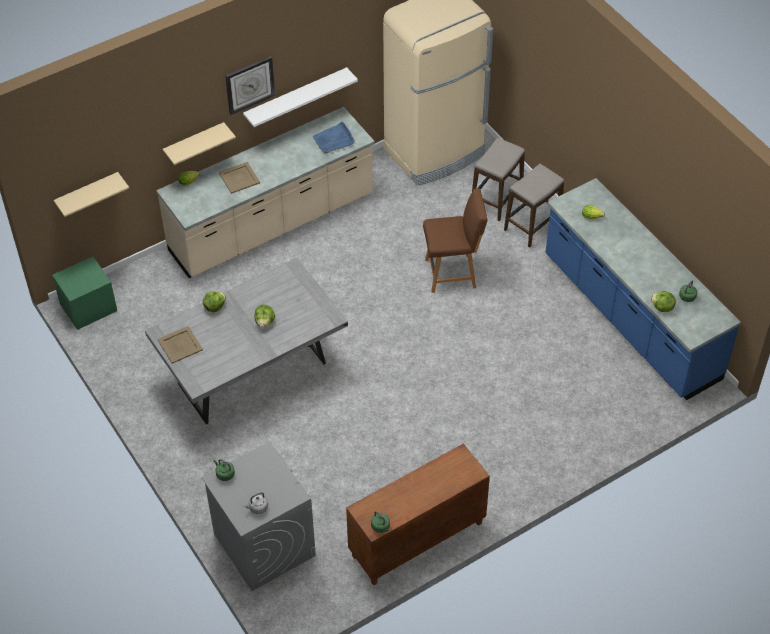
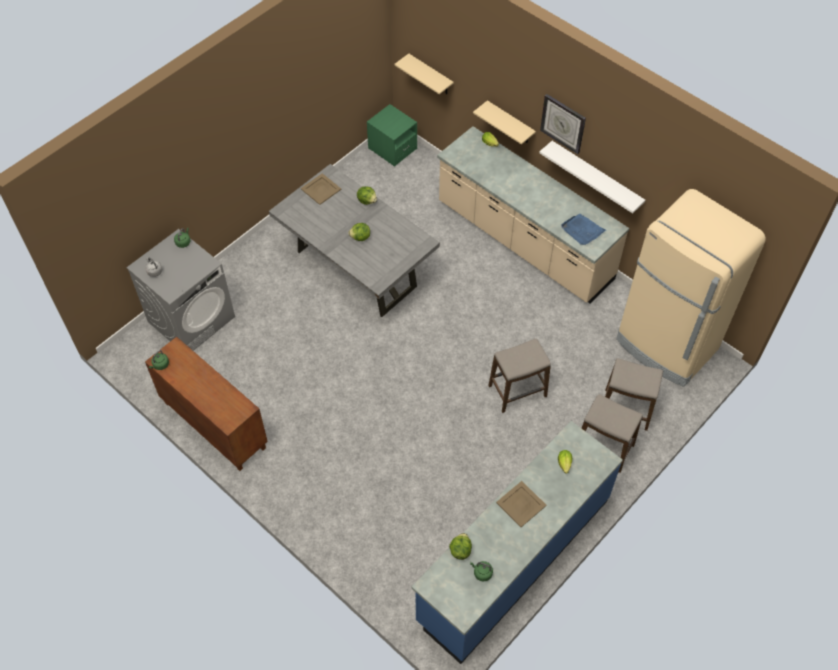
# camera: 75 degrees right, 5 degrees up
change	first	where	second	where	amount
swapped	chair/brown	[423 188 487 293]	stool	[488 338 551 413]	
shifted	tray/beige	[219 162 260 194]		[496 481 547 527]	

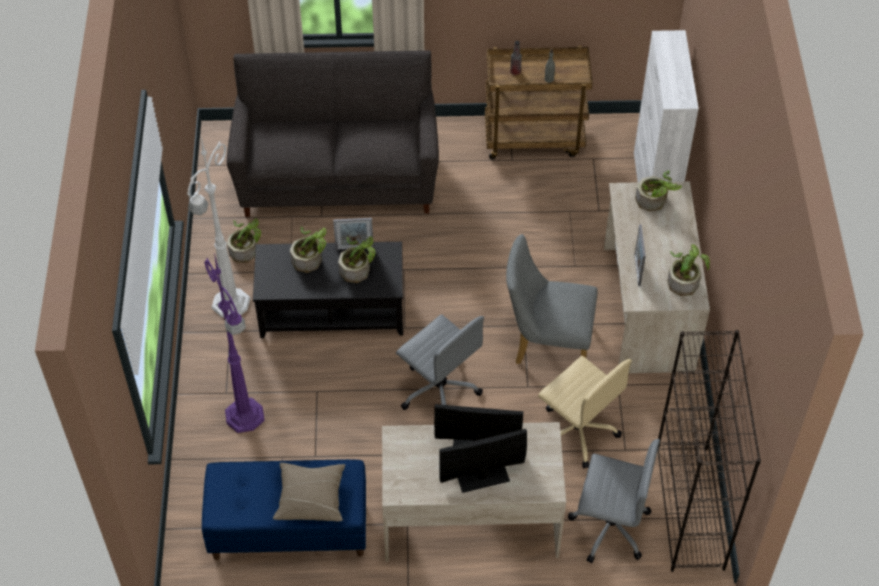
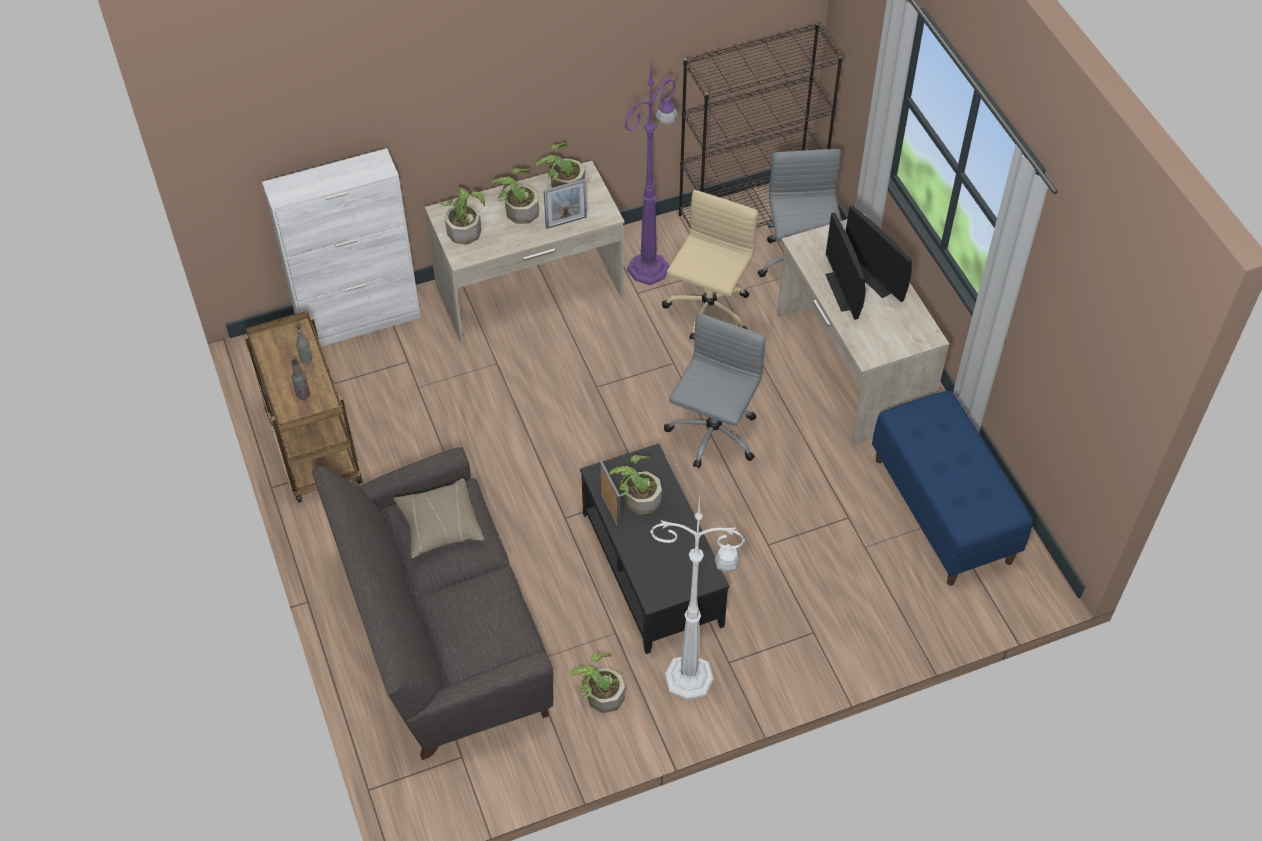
# camera: 110 degrees left, 0 degrees up
change	first	where	second	where	amount
shifted	pillow/beige	[273 463 345 521]		[394 478 484 558]	
shifted	potted plant	[290 226 327 273]		[492 168 539 224]	
shifted	floor lamp/purple	[204 253 265 433]		[624 65 678 285]	
gone	chair/grey	[506 234 598 364]			

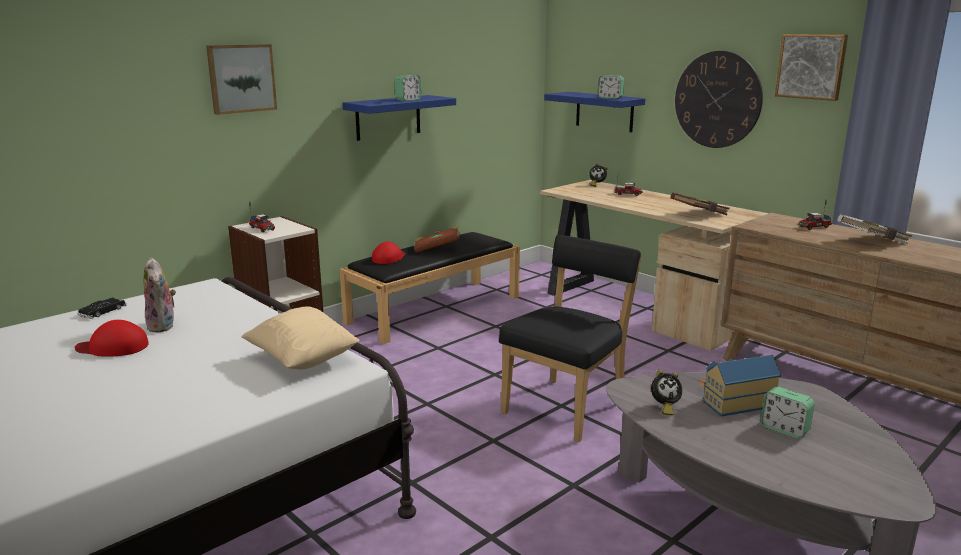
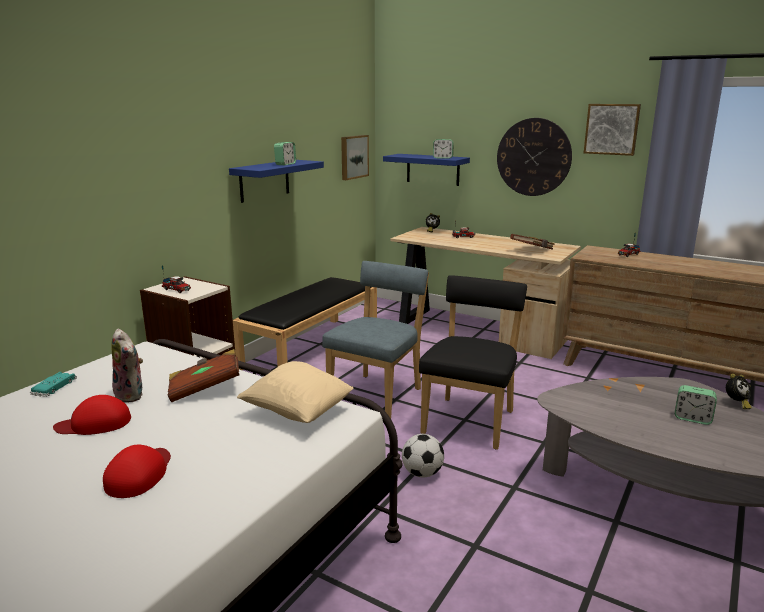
# camera: 15 degrees left, 0 degrees up
change	first	where	second	where	amount
repainted	toy car/black	[77 297 127 319]	toy car/turquoise	[30 372 77 397]	
shifted	cap/red	[372 242 405 264]		[103 445 171 498]	
shifted	book/brown	[414 226 460 253]		[168 349 239 403]	
new			chair/blue	[322 261 429 419]	
shifted	picture	[206 44 277 115]		[341 135 369 180]	
new			football	[402 434 444 477]	
shifted	alarm clock	[651 370 682 415]		[726 374 752 409]	
gone	toy house	[703 355 781 417]			
gone	book/white	[838 214 912 244]			

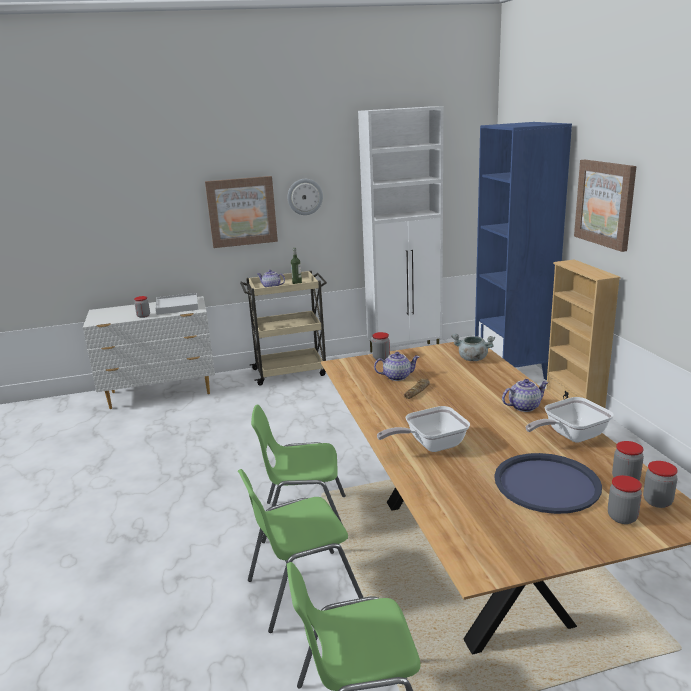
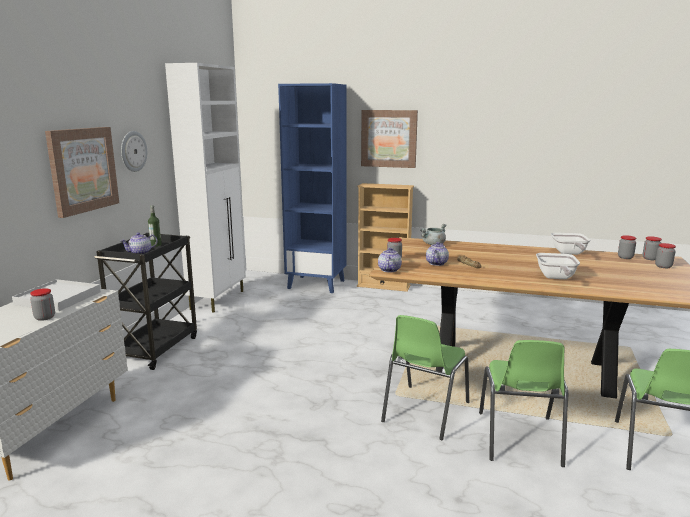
# camera: 60 degrees left, 5 degrees down
change	first	where	second	where	amount
repainted	cart/beige	[240 271 327 386]	cart/black	[94 233 197 370]	
shifted	teapot	[502 379 549 412]		[378 248 402 273]	
gone	tray/blue	[494 453 602 514]			

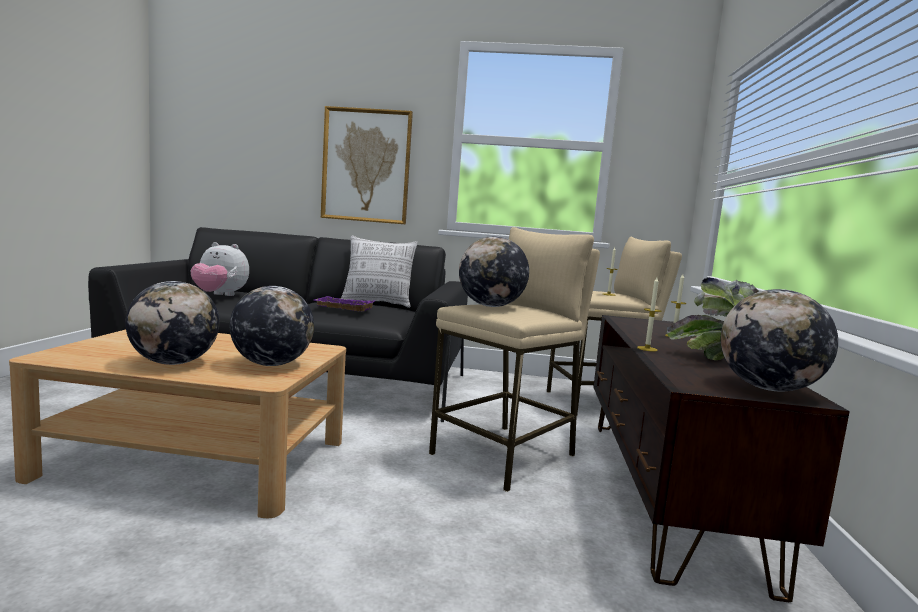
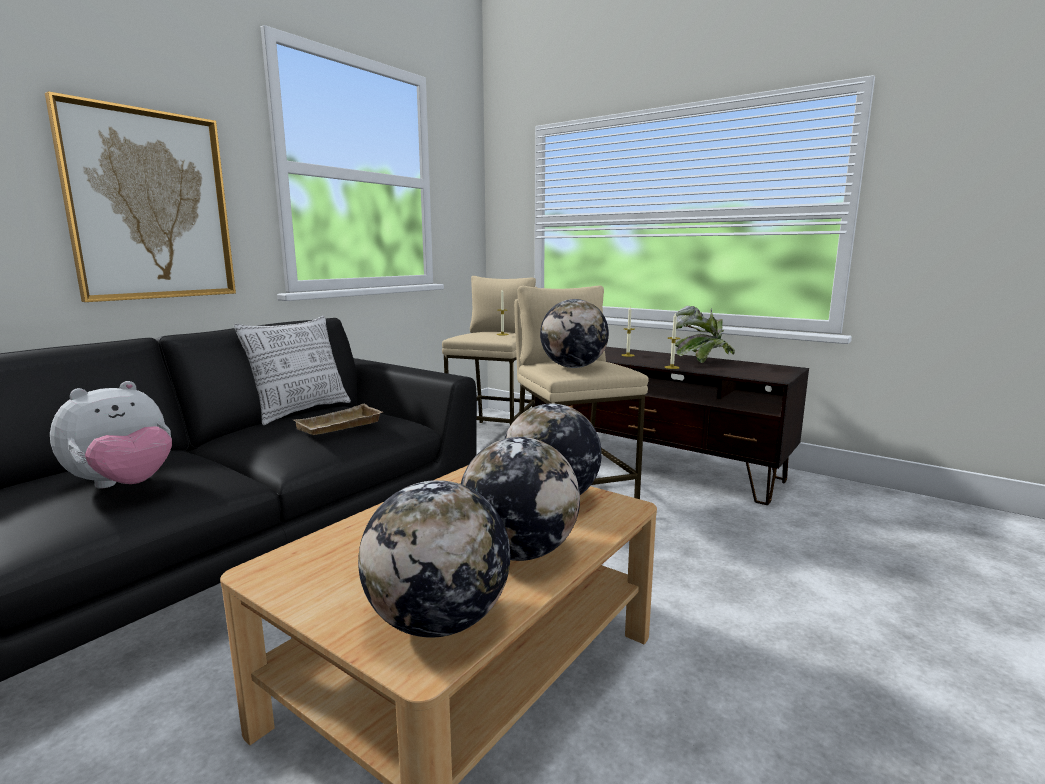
# camera: 60 degrees left, 5 degrees up
change	first	where	second	where	amount
repainted	tray/purple	[314 296 375 311]	tray/beige	[294 404 383 435]	
shifted	globe	[721 289 838 392]		[358 480 510 637]	

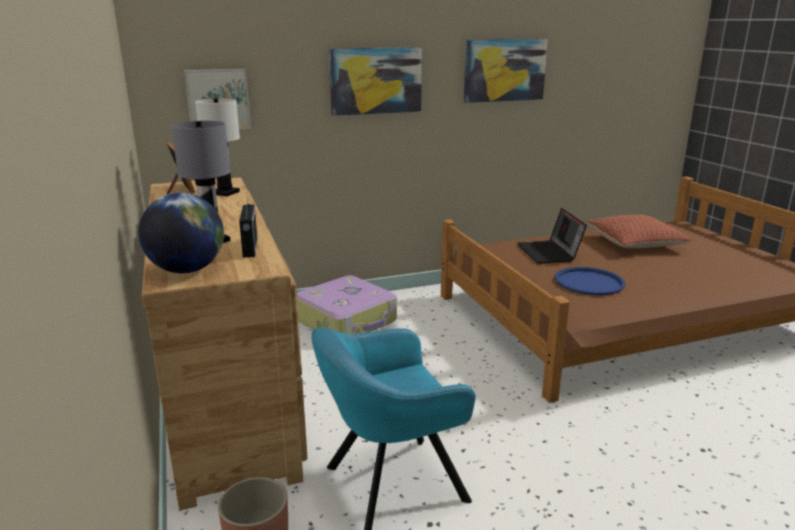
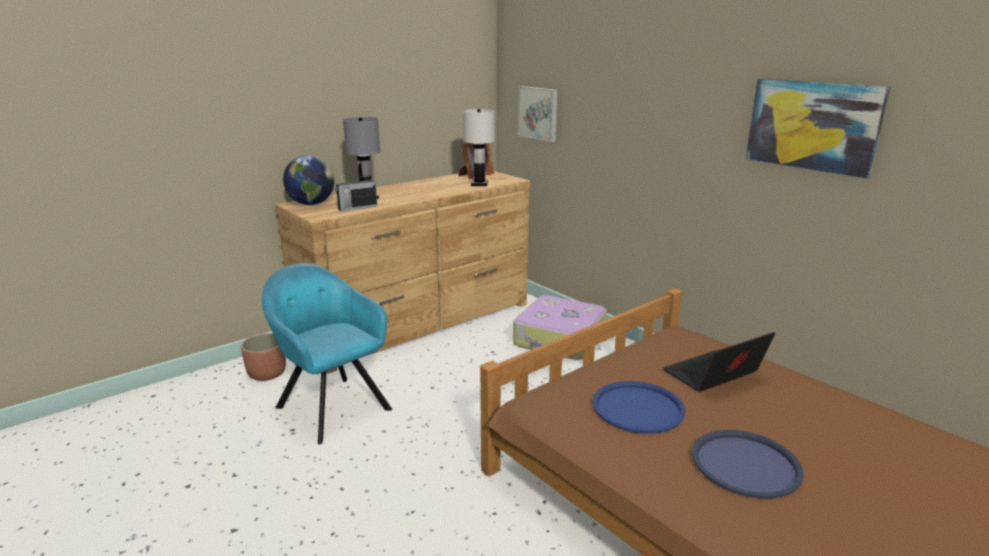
# camera: 70 degrees right, 0 degrees up
change	first	where	second	where	amount
new			tray/blue	[692 430 804 499]	
gone	picture	[329 47 422 116]			
gone	pillow	[587 215 692 248]			

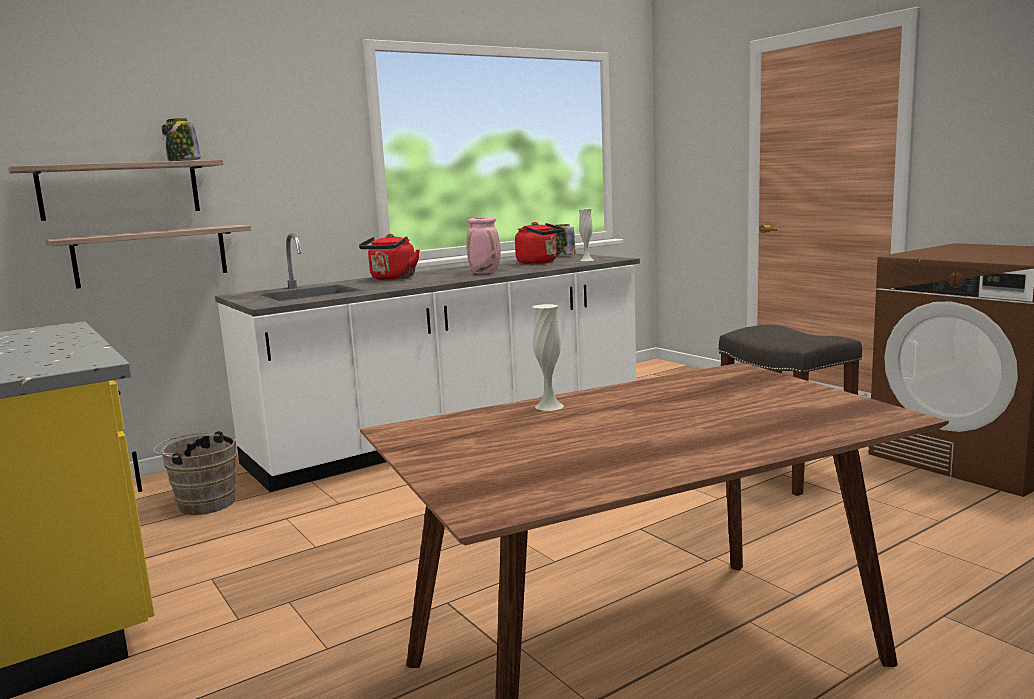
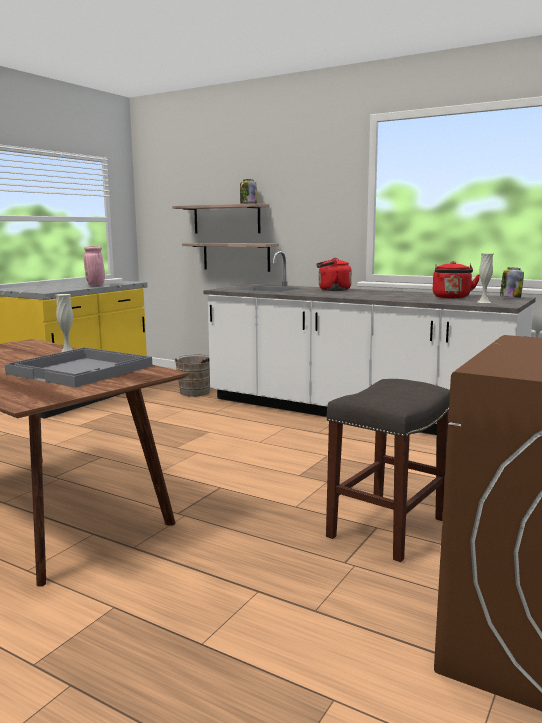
# camera: 65 degrees right, 0 degrees up
change	first	where	second	where	amount
new			tray/grey	[5 347 152 387]	
shifted	vase/pink	[467 218 500 274]		[83 246 105 286]	

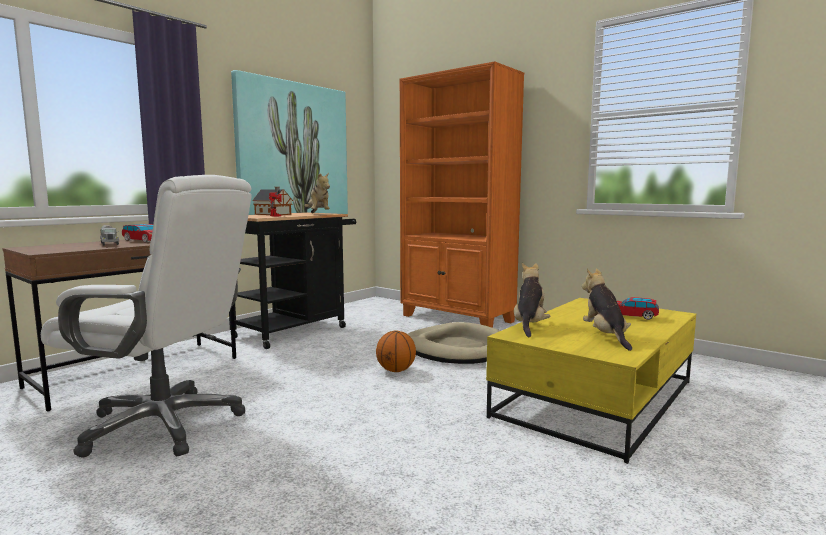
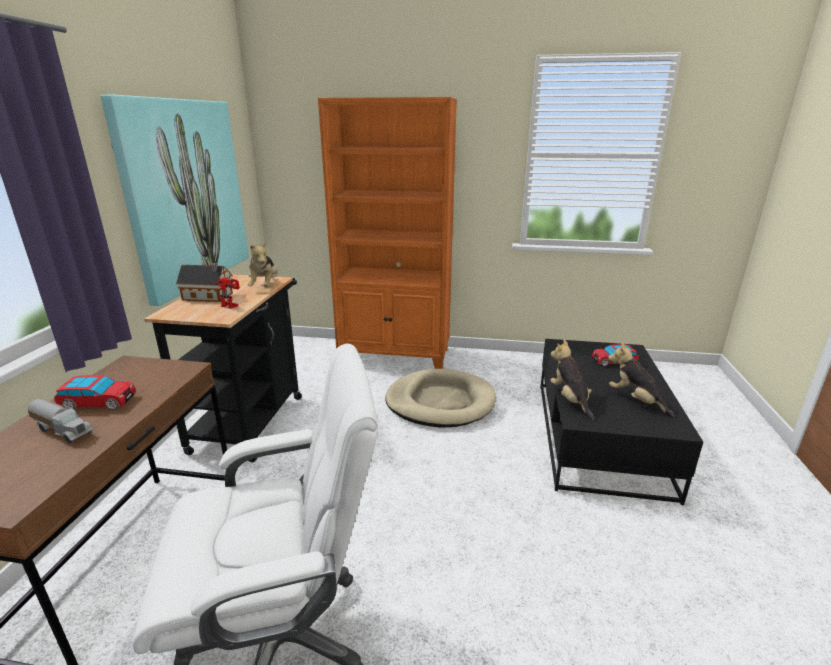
# camera: 30 degrees left, 15 degrees up
change	first	where	second	where	amount
rotated	plush toy	[304 173 330 213]		[248 241 278 287]	45 degrees clockwise
repainted	coffee table/yellow	[486 298 696 464]	coffee table/black	[540 339 703 505]	
gone	basketball	[376 331 416 372]			

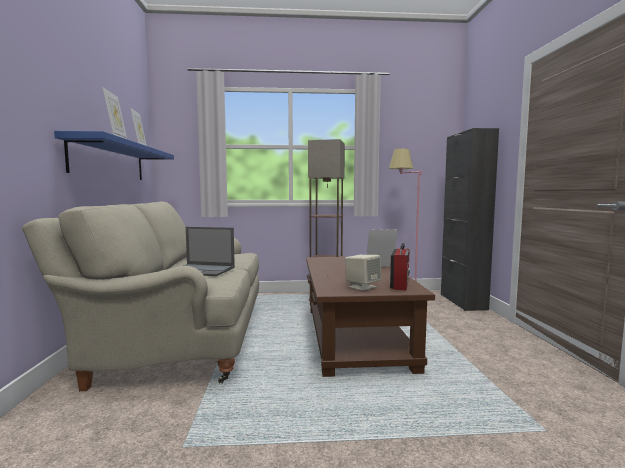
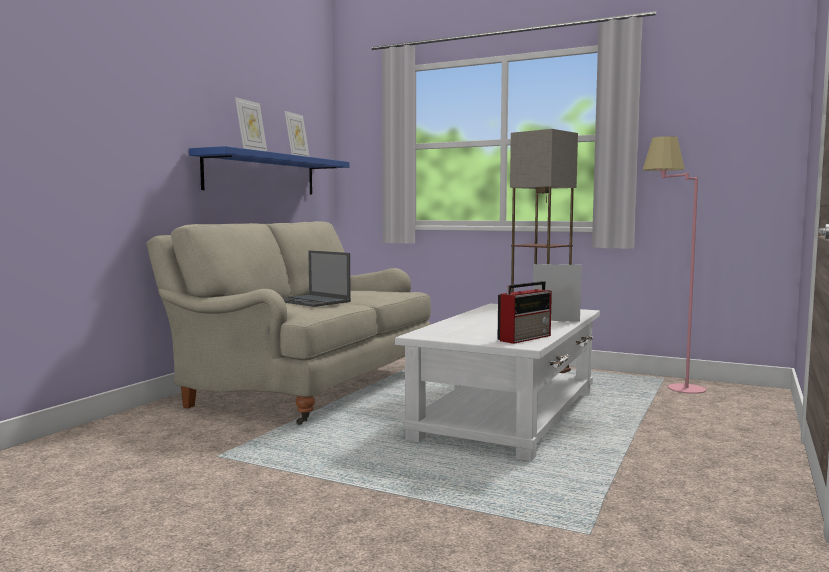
# camera: 30 degrees right, 0 degrees up
change	first	where	second	where	amount
repainted	coffee table/brown	[306 257 435 377]	coffee table/white	[395 303 600 461]	
gone	speaker/beige	[345 255 381 291]			
gone	cabinet/black	[441 128 499 311]			

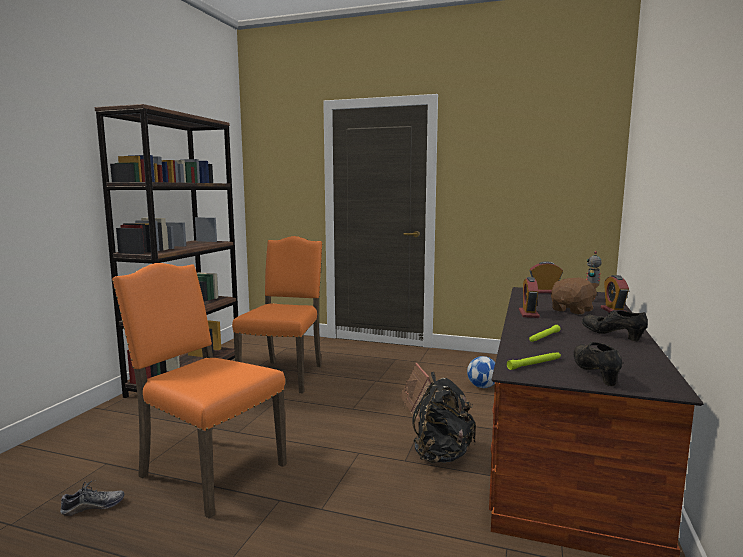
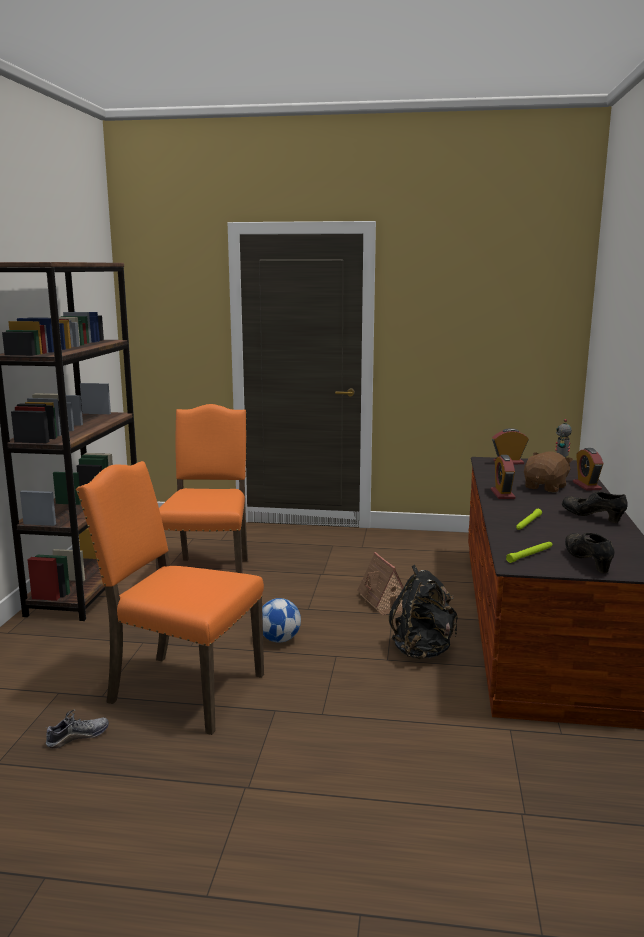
# camera: 10 degrees left, 5 degrees up
change	first	where	second	where	amount
shifted	football	[467 356 495 388]		[262 598 301 643]	

